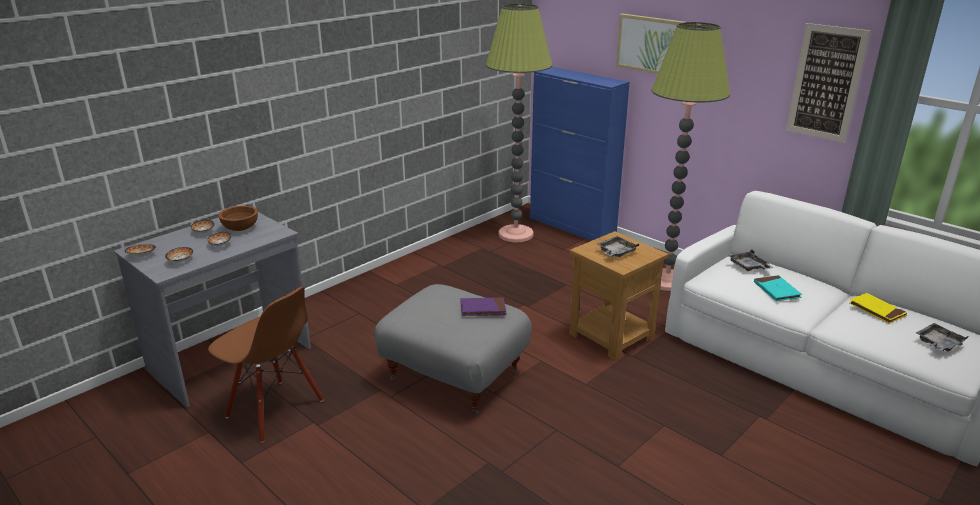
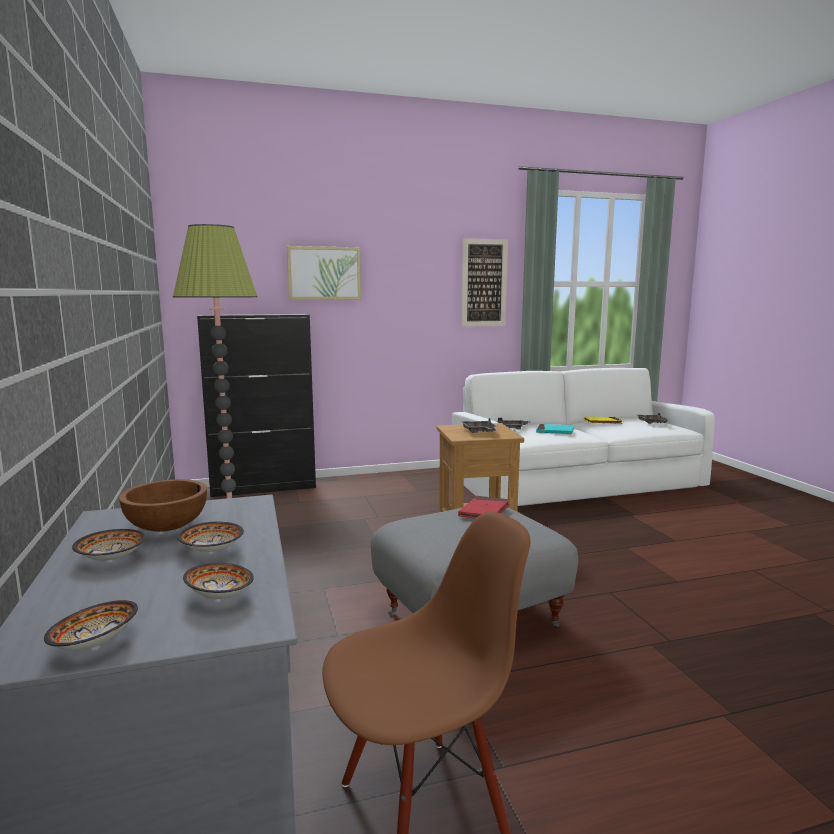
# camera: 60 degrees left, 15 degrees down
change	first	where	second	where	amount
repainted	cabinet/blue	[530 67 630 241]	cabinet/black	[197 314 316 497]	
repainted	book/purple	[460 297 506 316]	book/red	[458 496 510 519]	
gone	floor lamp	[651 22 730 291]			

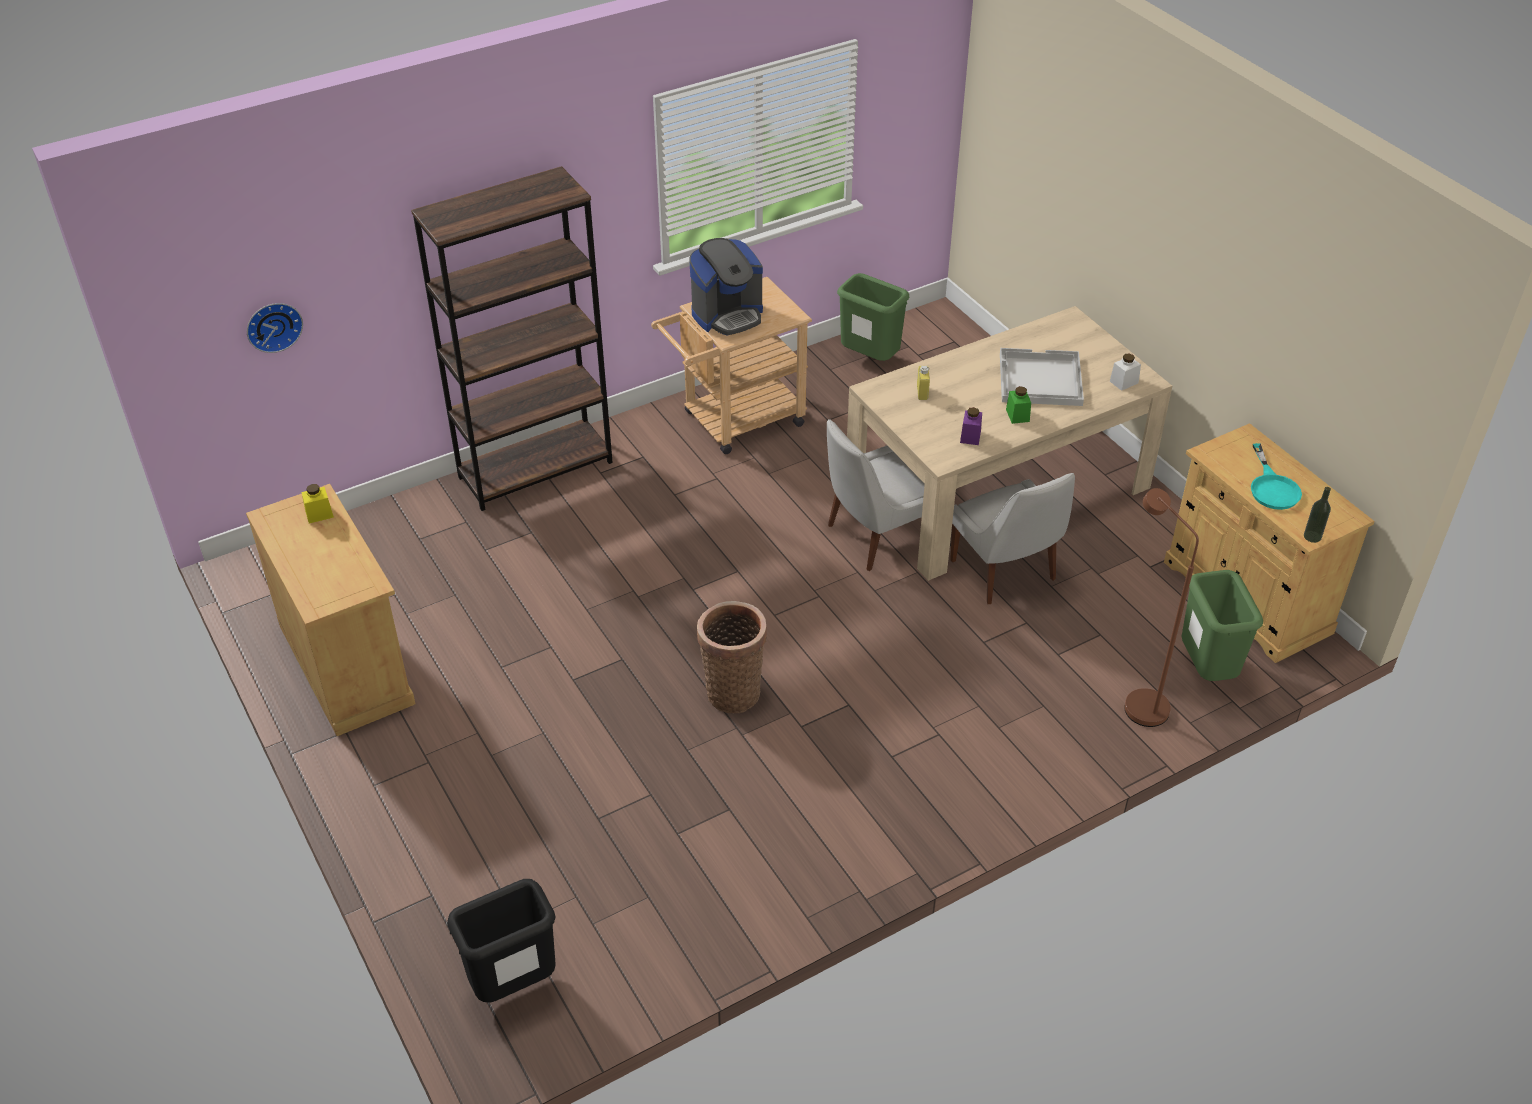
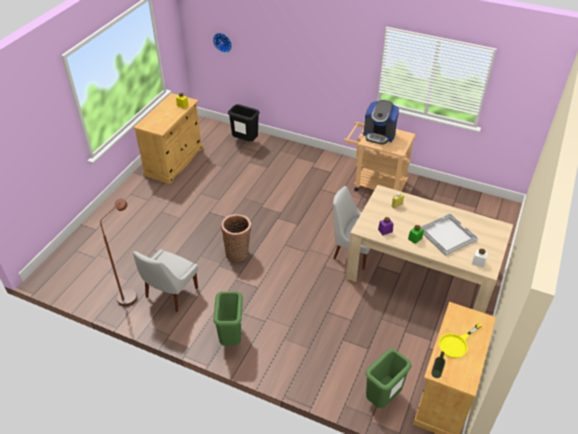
# camera: 55 degrees right, 0 degrees up
change	first	where	second	where	amount
shifted	floor lamp/brown	[1124 488 1199 727]		[100 199 137 306]	
shifted	chair/white	[950 473 1075 604]		[133 249 198 312]	
shifted	trash can/green	[837 273 909 361]		[213 292 243 346]	
shifted	trash can/black	[447 879 556 1003]		[228 104 259 141]	
repainted	frying pan/turquoise	[1251 443 1302 510]	frying pan/yellow	[439 323 482 358]	
gone	bookcase/brown	[411 166 613 511]			

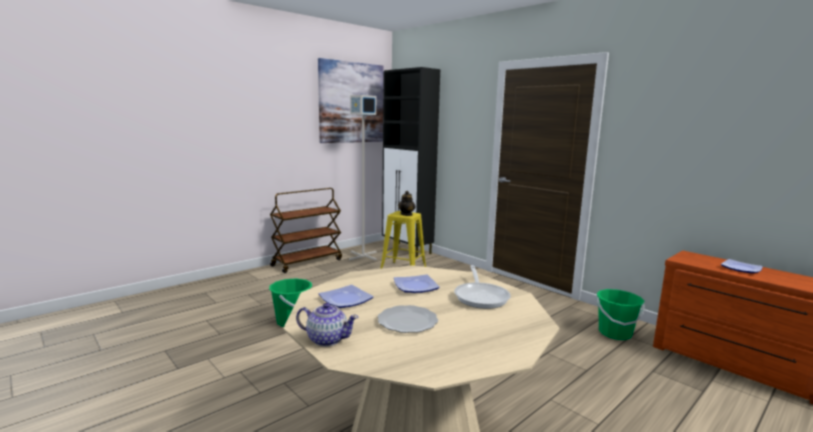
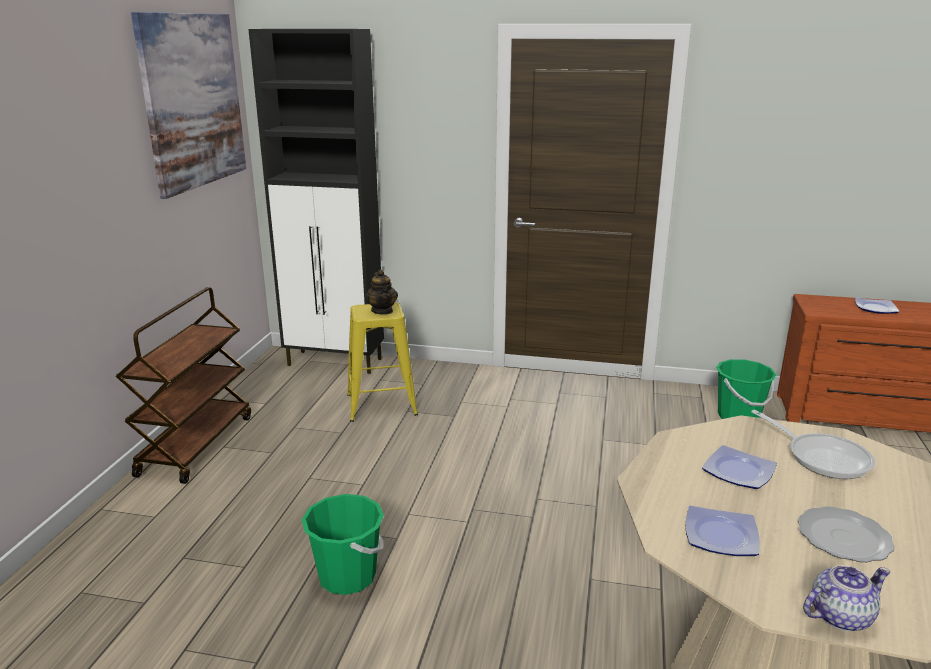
# camera: 35 degrees left, 10 degrees up
change	first	where	second	where	amount
gone	floor lamp/grey	[349 95 377 260]			

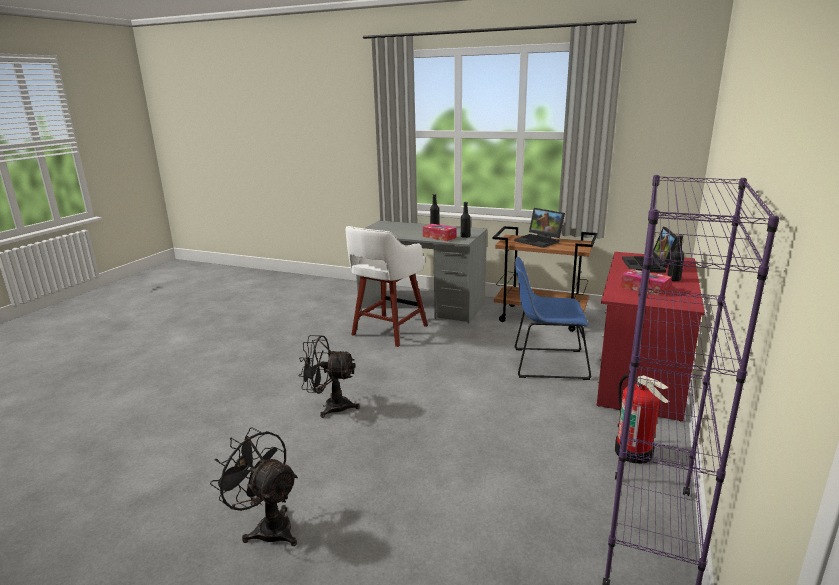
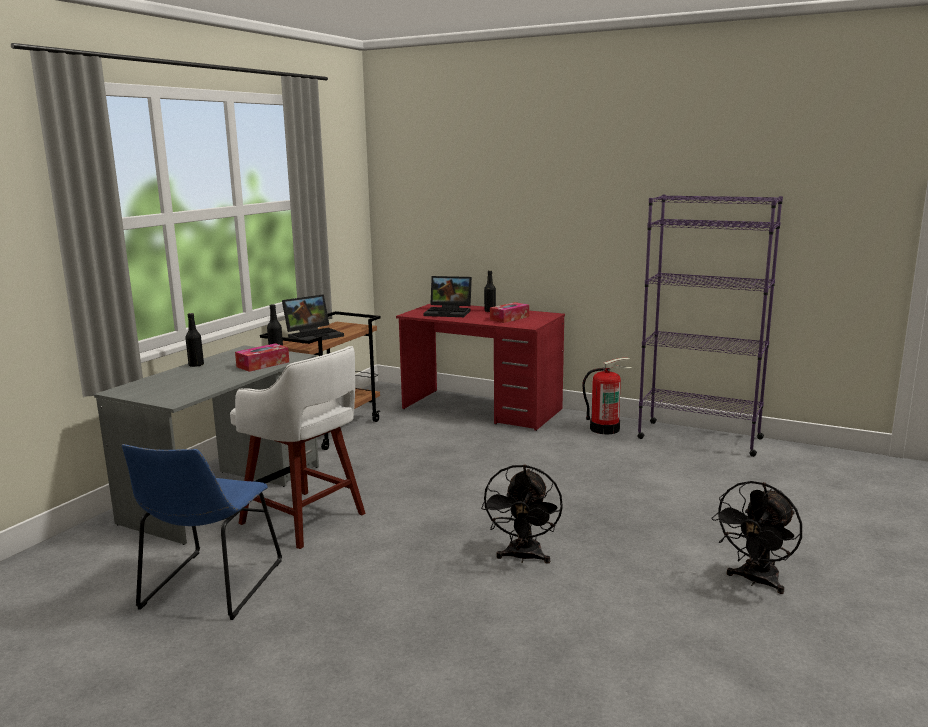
# camera: 85 degrees left, 5 degrees down
change	first	where	second	where	amount
shifted	chair/blue	[514 257 592 380]		[122 444 282 620]	

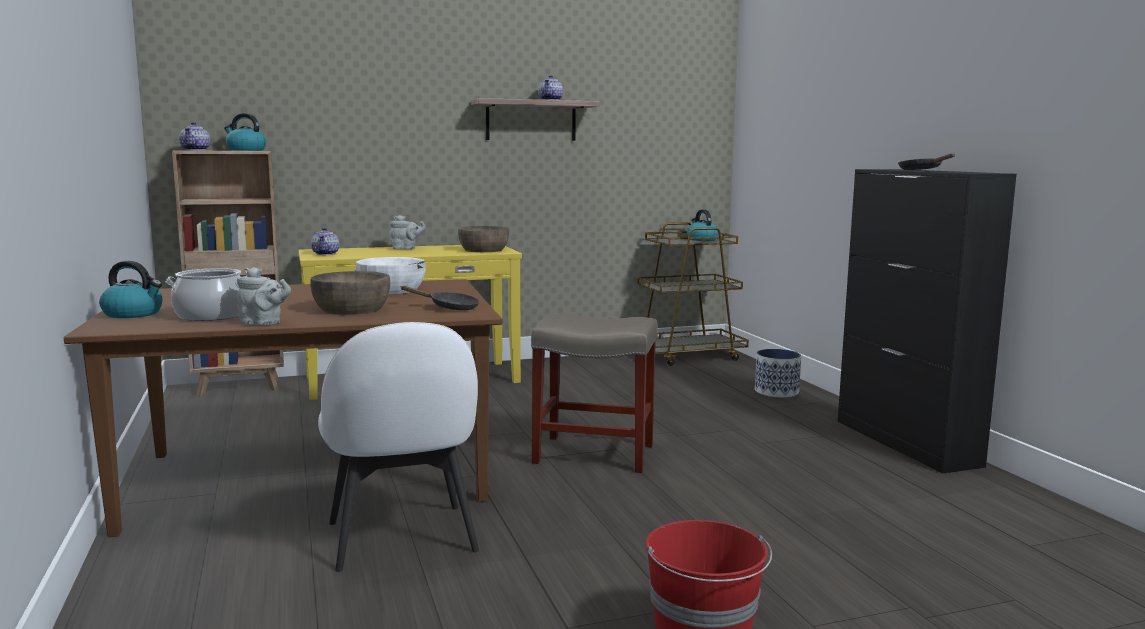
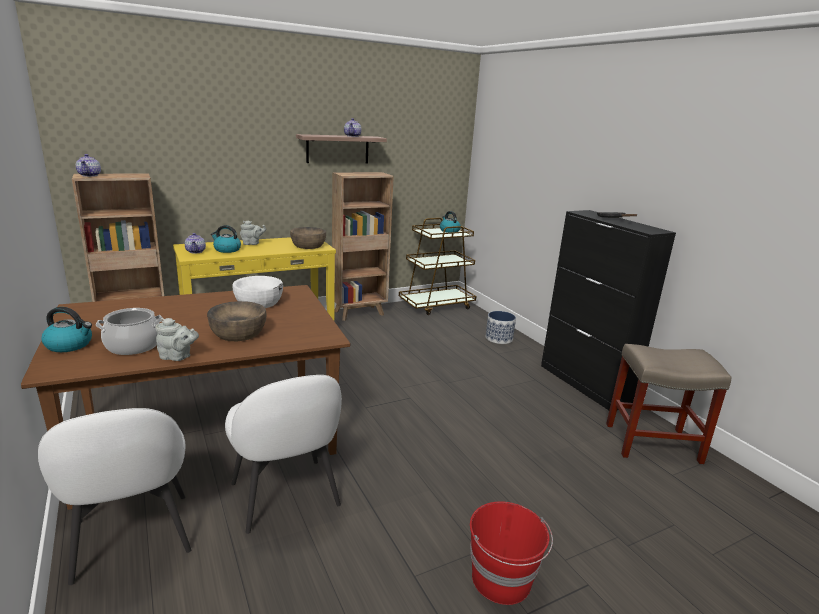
# camera: 10 degrees left, 10 degrees up
change	first	where	second	where	amount
new			chair/white	[38 408 191 585]	
shifted	kettle	[224 113 266 151]		[211 225 241 253]	
new			bookcase/brown	[332 172 394 321]	
shifted	stool/beige	[531 313 658 473]		[606 344 731 464]	
gone	frying pan/black	[400 286 479 310]			

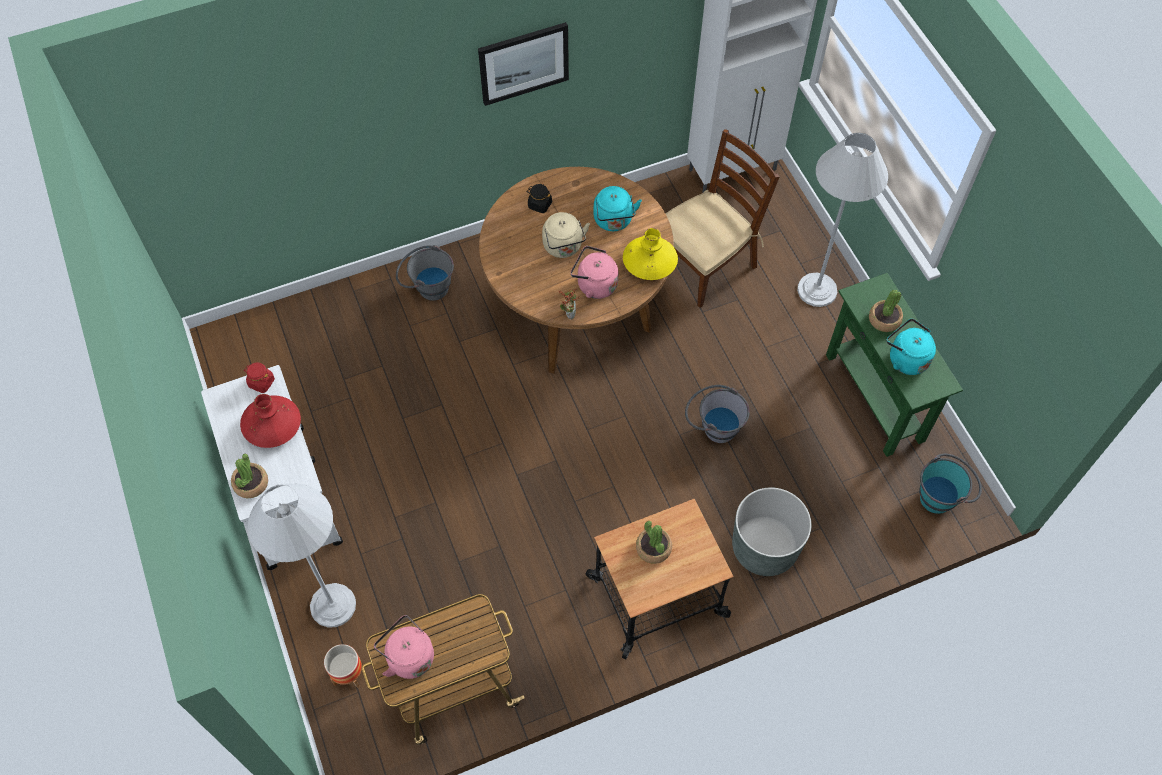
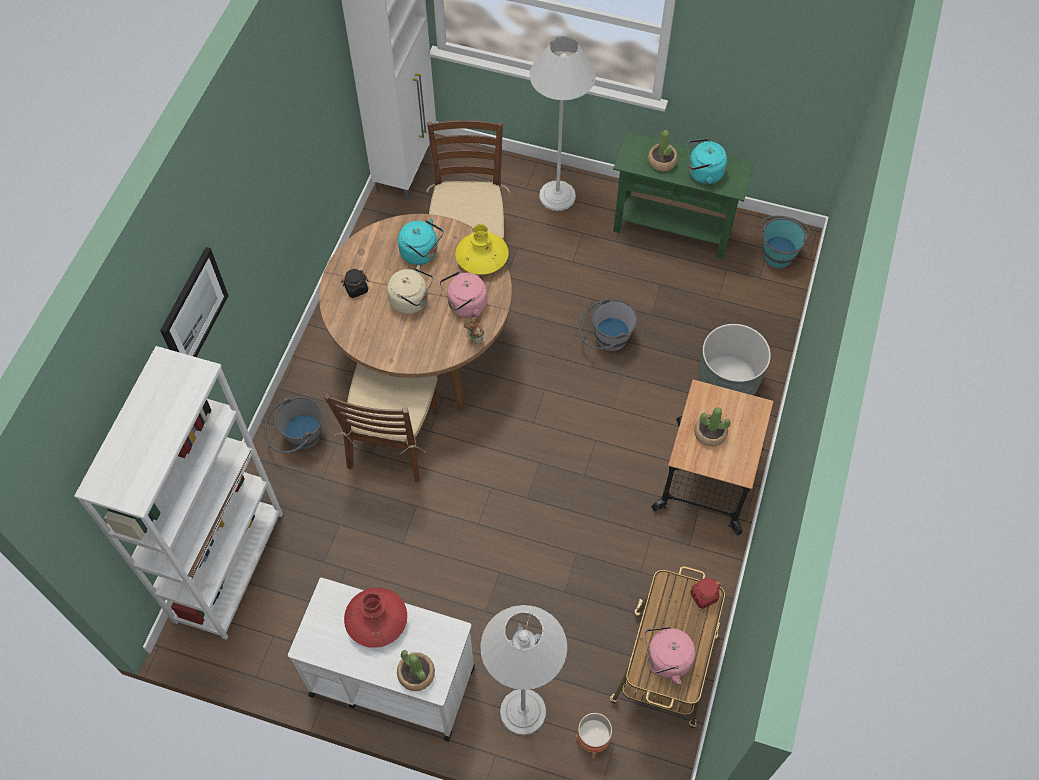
# camera: 50 degrees left, 0 degrees up
change	first	where	second	where	amount
new			bookcase/white	[74 346 283 640]	
shifted	picture	[478 22 569 106]		[160 247 229 357]	
new			chair/brown	[324 363 438 482]	
shifted	jar/red	[244 362 275 393]		[690 578 720 609]	

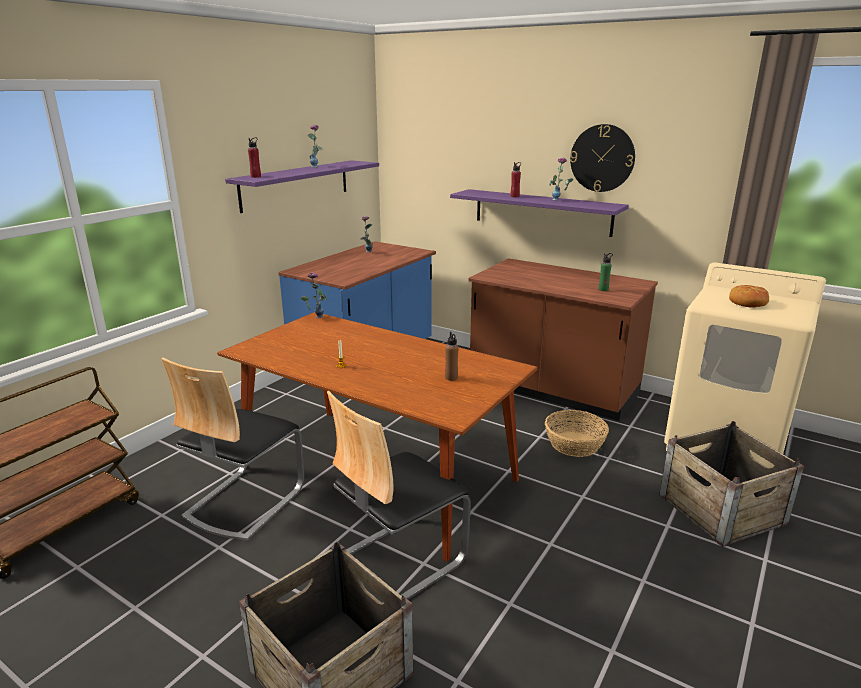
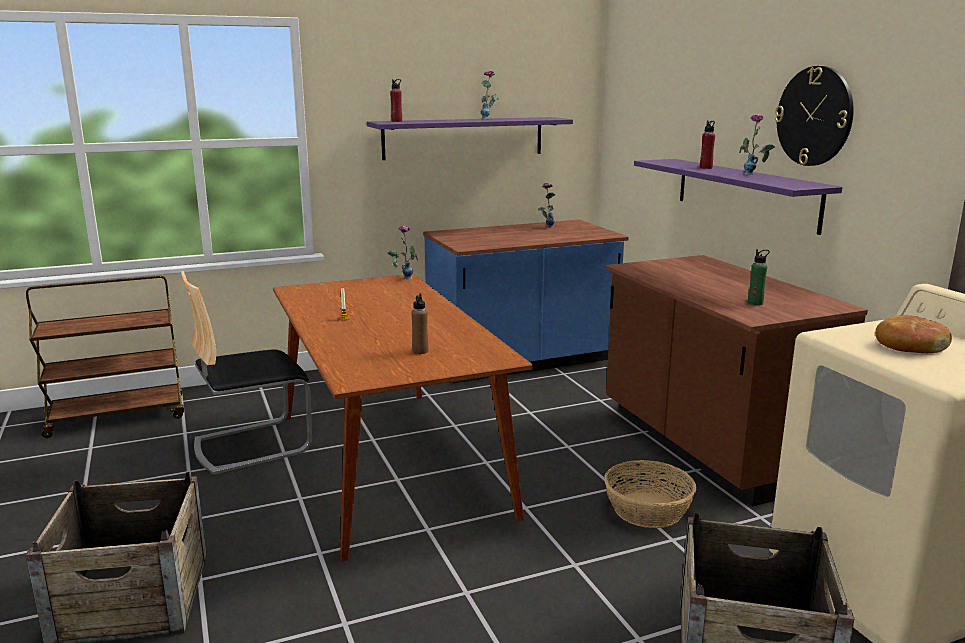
# camera: 35 degrees right, 5 degrees down
change	first	where	second	where	amount
gone	chair	[327 391 471 600]			

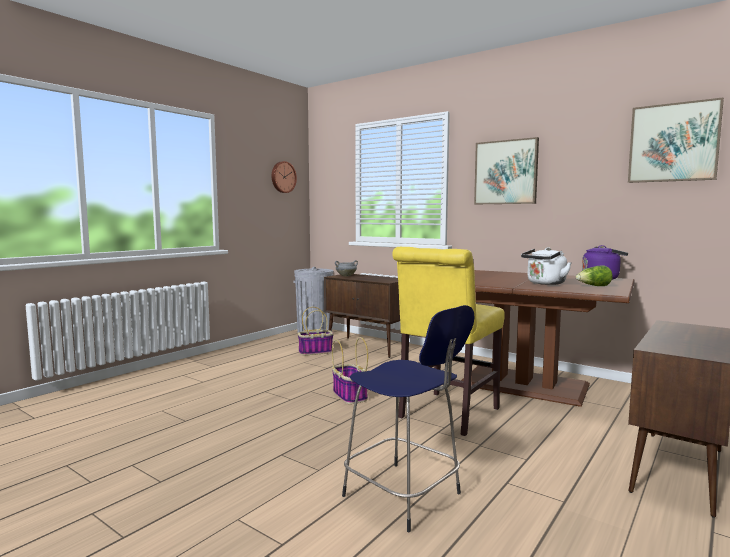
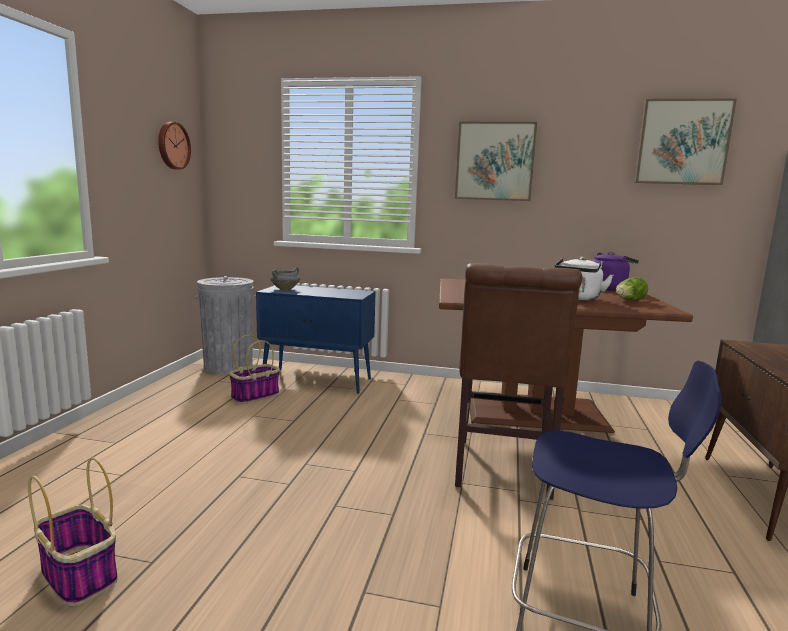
# camera: 25 degrees left, 5 degrees up
change	first	where	second	where	amount
shifted	basket	[332 337 368 404]		[28 457 118 606]	
repainted	cabinet/brown	[324 274 400 358]	cabinet/blue	[256 285 376 394]	
repainted	chair/yellow	[392 247 505 436]	chair/brown	[455 263 582 500]	

